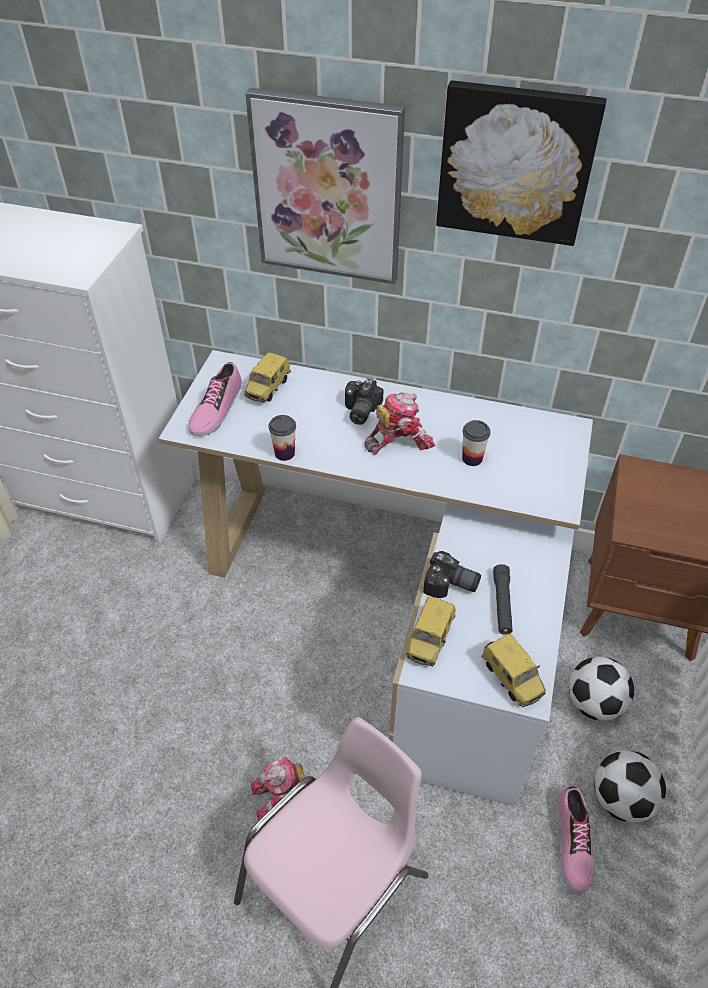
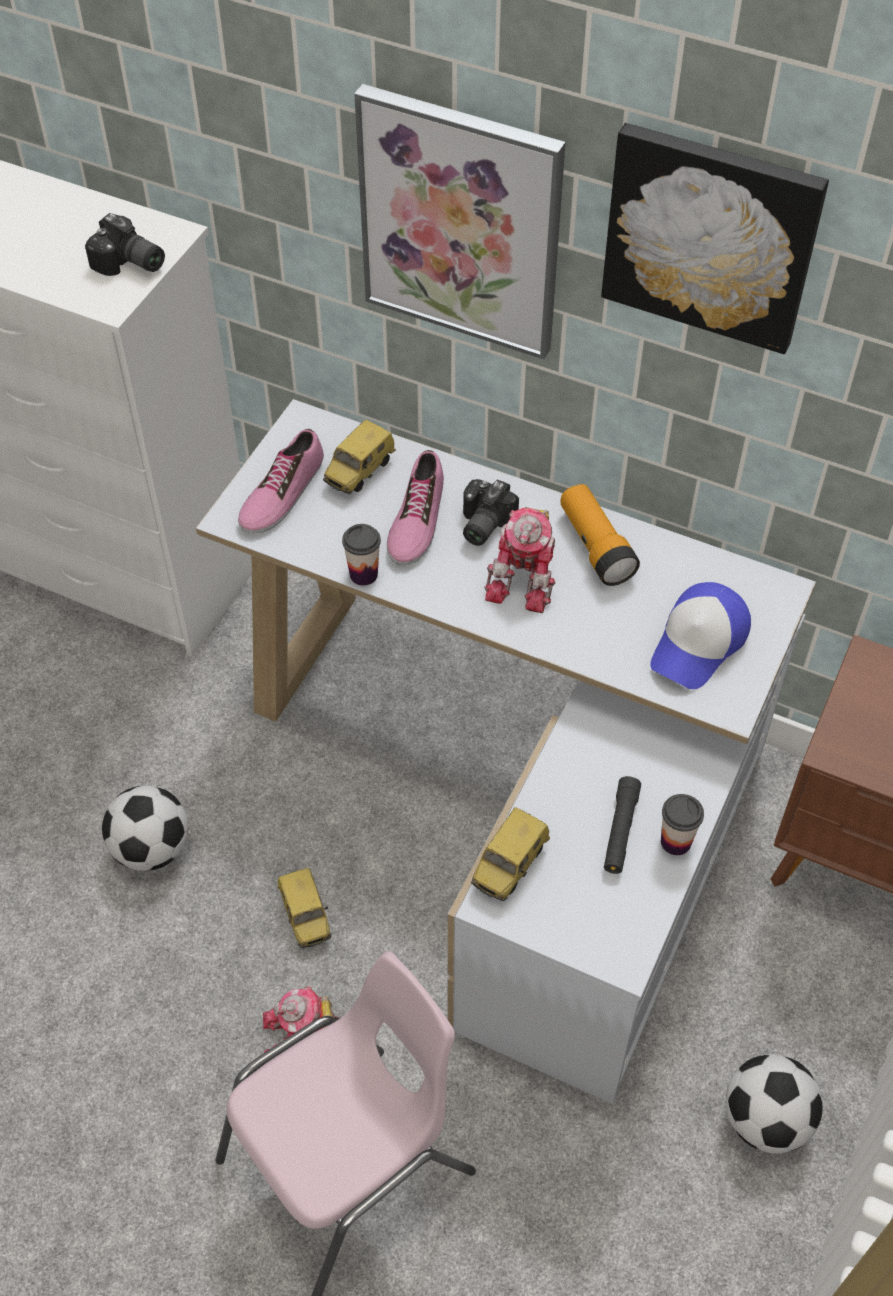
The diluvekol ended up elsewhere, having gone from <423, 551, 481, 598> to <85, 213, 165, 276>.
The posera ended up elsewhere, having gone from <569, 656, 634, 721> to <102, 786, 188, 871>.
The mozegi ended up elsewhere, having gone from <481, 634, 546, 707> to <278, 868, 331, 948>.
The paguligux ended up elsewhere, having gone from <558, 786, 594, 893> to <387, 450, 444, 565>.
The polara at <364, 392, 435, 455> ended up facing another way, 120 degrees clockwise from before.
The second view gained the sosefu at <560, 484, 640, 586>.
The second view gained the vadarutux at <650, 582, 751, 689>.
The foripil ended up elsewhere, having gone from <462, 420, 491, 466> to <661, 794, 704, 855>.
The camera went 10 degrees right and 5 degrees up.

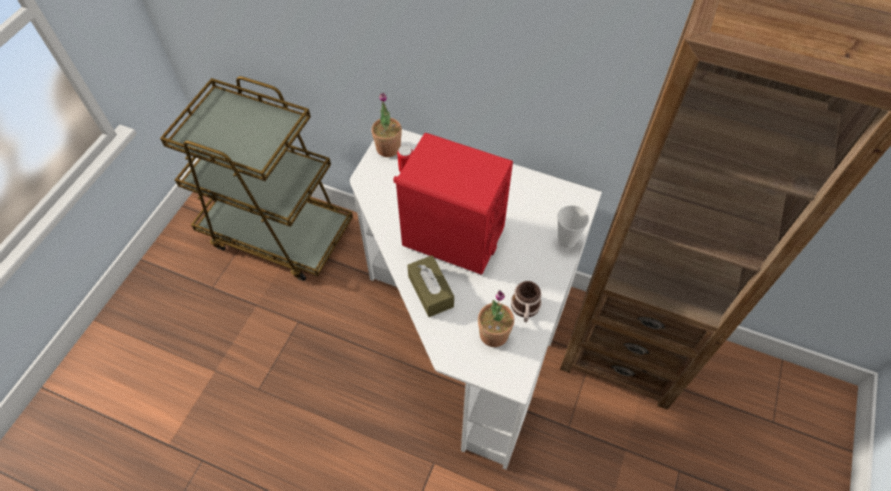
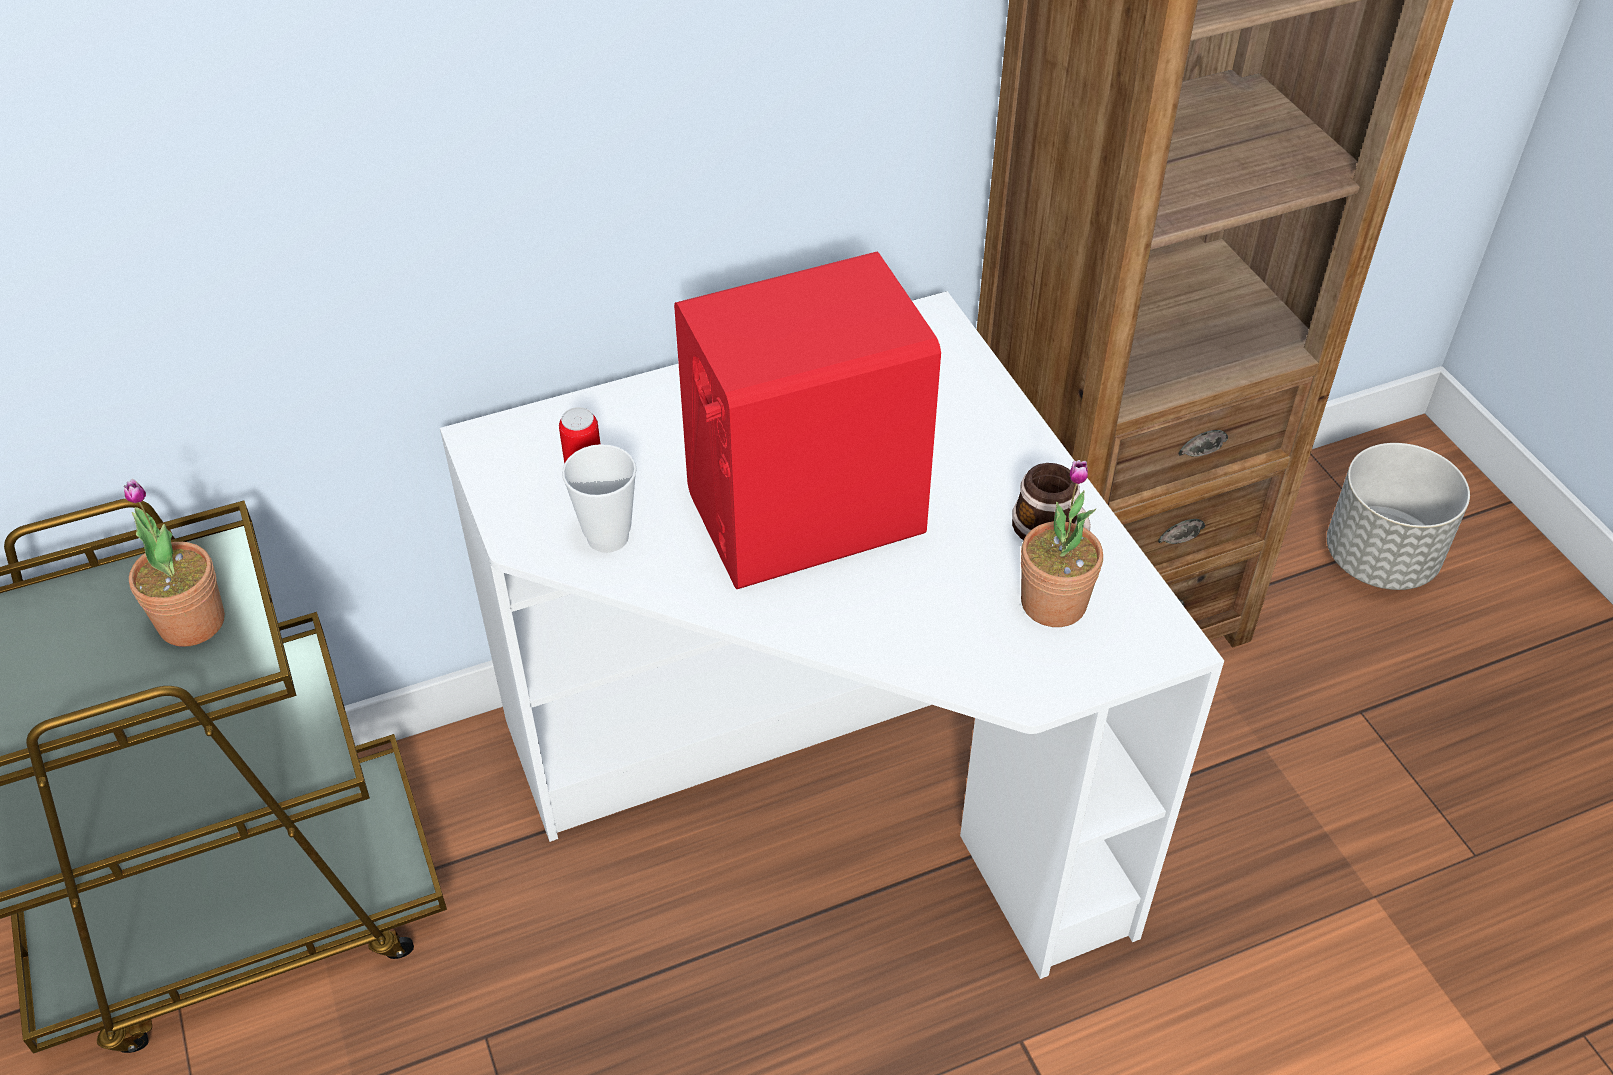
The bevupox ended up elsewhere, having gone from <371, 93, 402, 157> to <124, 479, 225, 646>.
The foripil ended up elsewhere, having gone from <558, 205, 589, 248> to <562, 444, 637, 553>.
The second view gained the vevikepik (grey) at <1327, 443, 1470, 590>.
The second view lost the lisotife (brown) at <407, 255, 454, 317>.
The camera went 45 degrees left and 10 degrees down.

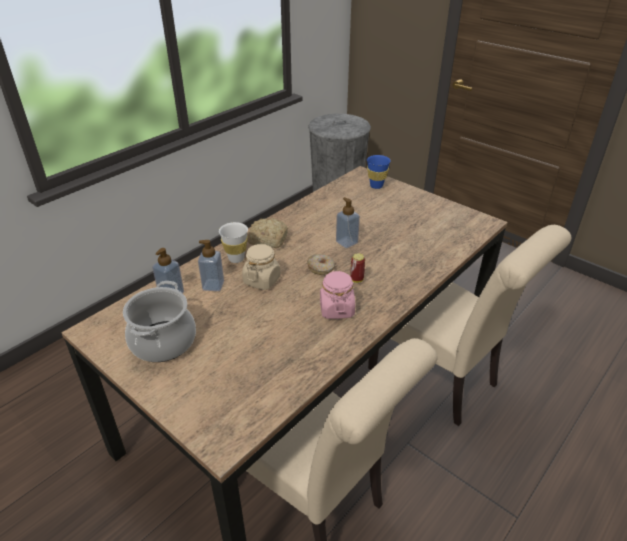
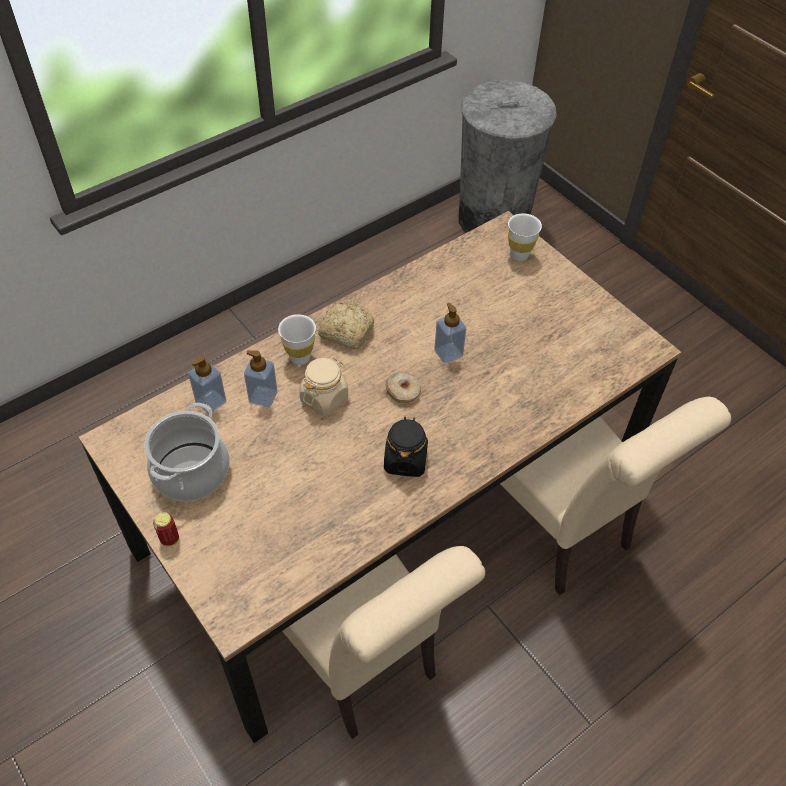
The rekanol ended up elsewhere, having gone from <350, 253, 365, 283> to <153, 512, 179, 546>.
What was the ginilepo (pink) at <320, 271, 355, 319> turned into the ginilepo (black) at <384, 417, 428, 477>.
What was the foripil (blue) at <367, 155, 391, 189> turned into the foripil (white) at <508, 213, 542, 261>.
The camera went 10 degrees right and 15 degrees up.

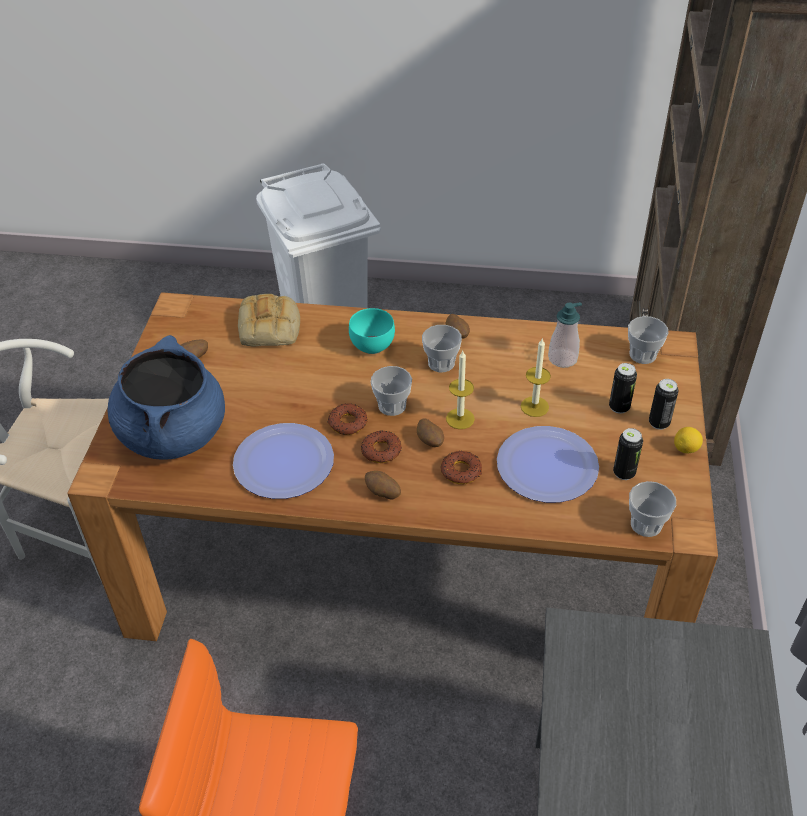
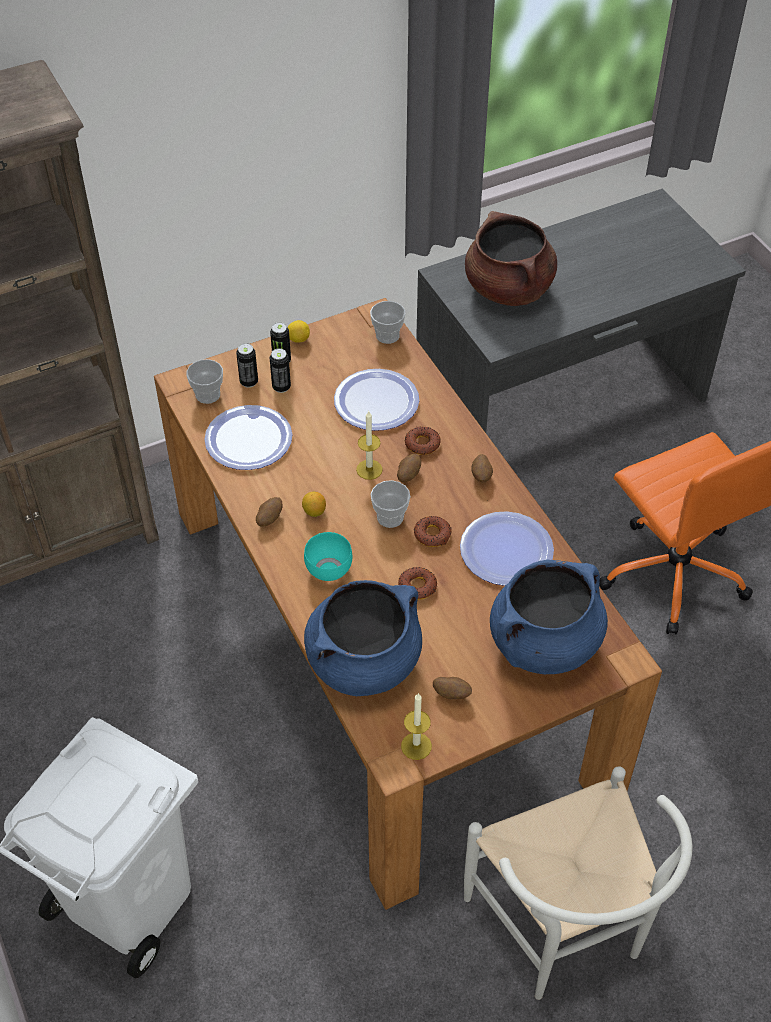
Where the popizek stood at <548, 302, 582, 368>, the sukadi came to stand at <204, 405, 292, 470>.
The rekanol ended up elsewhere, having gone from <613, 428, 643, 480> to <236, 343, 258, 388>.
Where the foripil stood at <422, 325, 462, 372>, the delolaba came to stand at <302, 492, 326, 517>.
Where the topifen stood at <238, 294, 300, 347>, the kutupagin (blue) came to stand at <304, 580, 422, 696>.
The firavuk ended up elsewhere, having gone from <361, 430, 402, 463> to <398, 567, 437, 600>.
The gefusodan ended up elsewhere, having gone from <521, 339, 551, 417> to <401, 693, 432, 760>.
The second view gained the kutupagin (brown) at <465, 211, 557, 306>.
The camera went 125 degrees left and 5 degrees up.

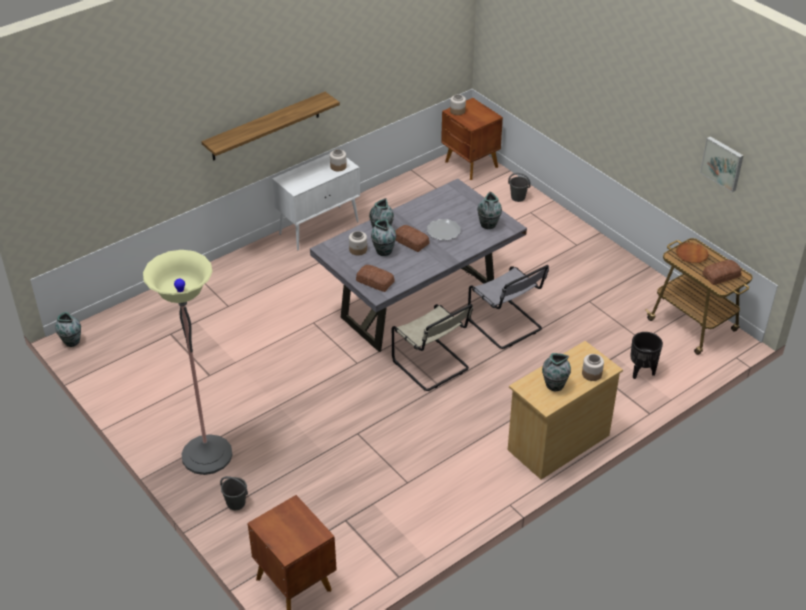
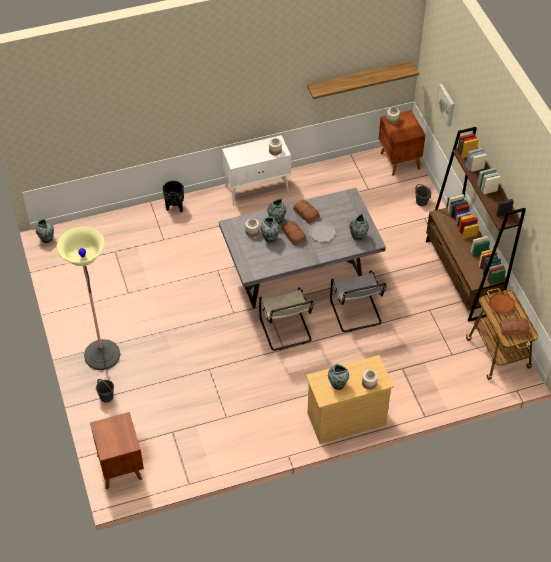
The vevikepik (black) ended up elsewhere, having gone from <630, 332, 663, 379> to <163, 180, 184, 212>.
The topifen ended up elsewhere, having gone from <356, 265, 395, 292> to <293, 200, 320, 224>.
The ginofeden ended up elsewhere, having gone from <201, 92, 340, 161> to <307, 61, 419, 99>.
The second view gained the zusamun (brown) at <426, 127, 526, 322>.
The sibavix ended up elsewhere, having gone from <700, 136, 744, 192> to <436, 84, 455, 127>.
The camera went 20 degrees right and 10 degrees up.

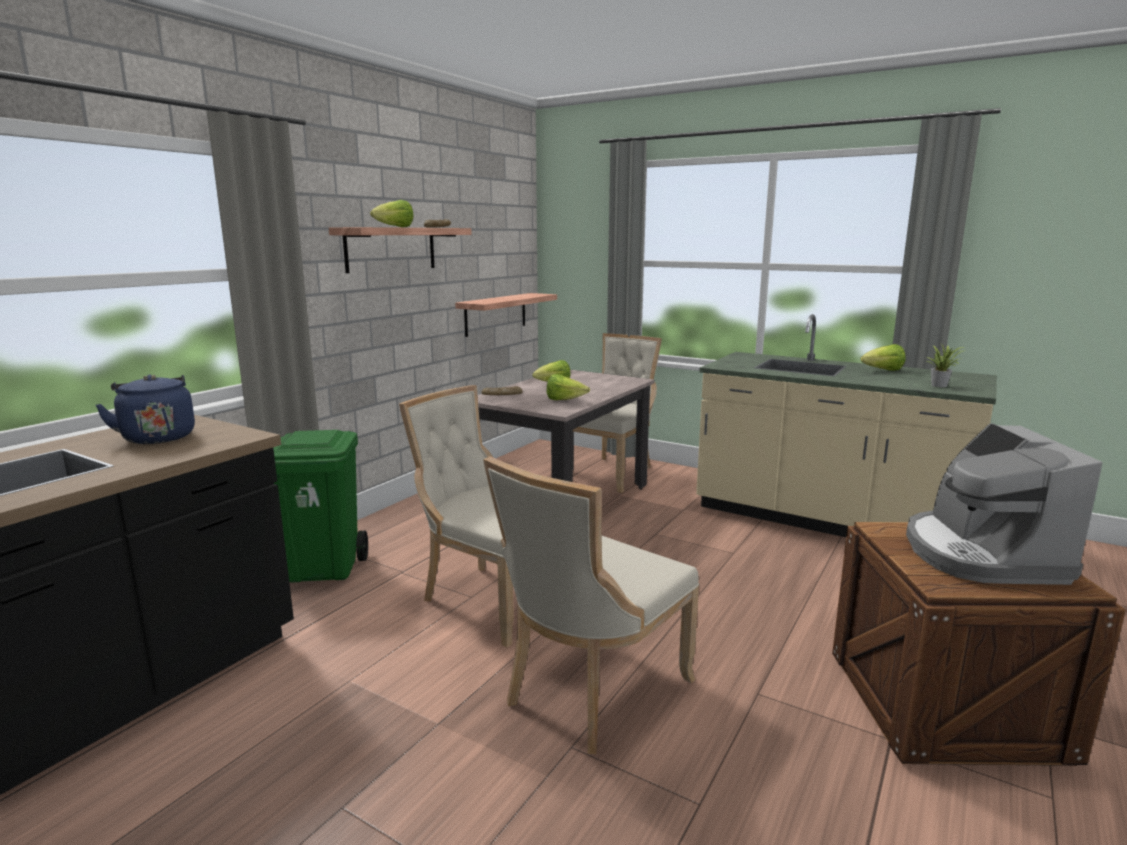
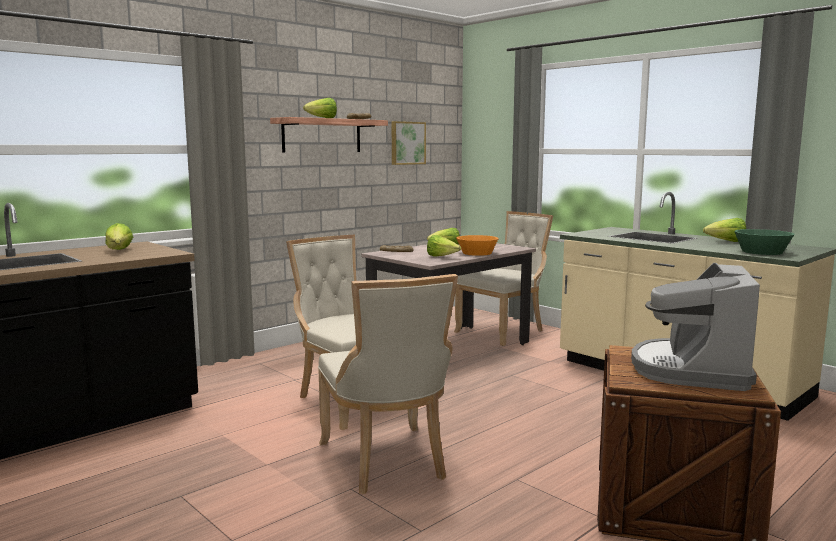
Where the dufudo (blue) stood at <95, 374, 195, 444>, the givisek came to stand at <105, 223, 133, 250>.
The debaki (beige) at <483, 456, 699, 754> ended up facing another way, 75 degrees counterclockwise from before.
The second view gained the sibavix at <392, 121, 426, 165>.
The second view gained the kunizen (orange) at <456, 235, 499, 256>.
Where the bevupox stood at <925, 343, 965, 387>, the kunizen (green) came to stand at <734, 229, 795, 255>.
The second view lost the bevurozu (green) at <273, 430, 368, 583>.
The second view lost the ginofeden at <455, 293, 557, 337>.
The camera went 15 degrees right and 5 degrees down.

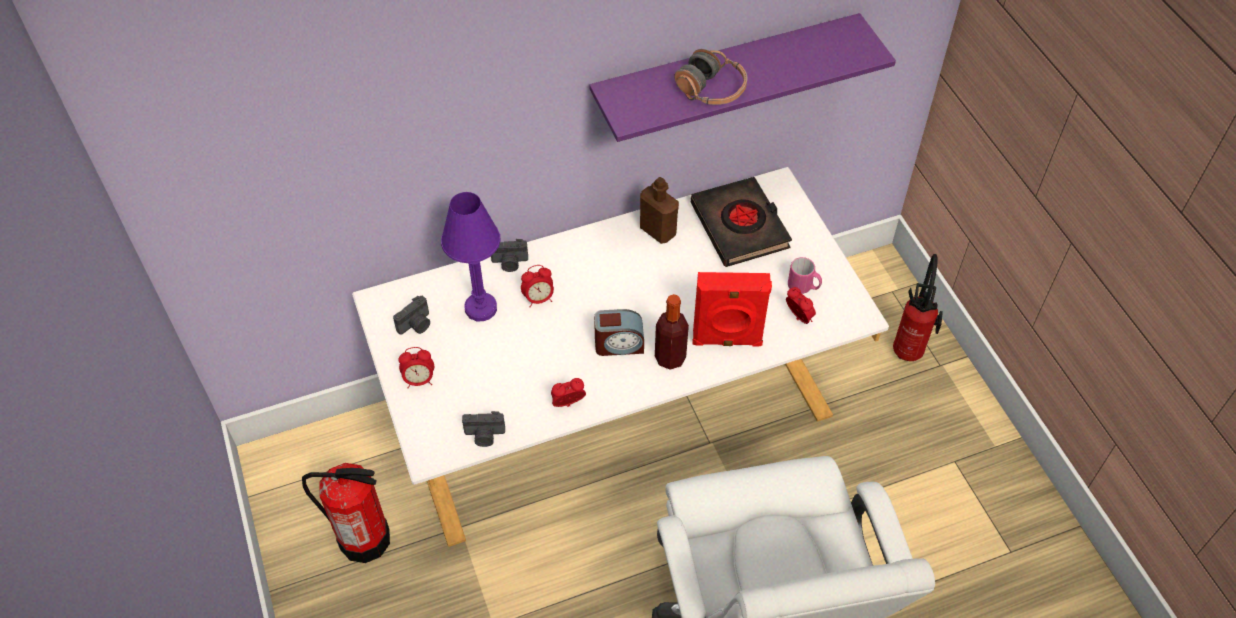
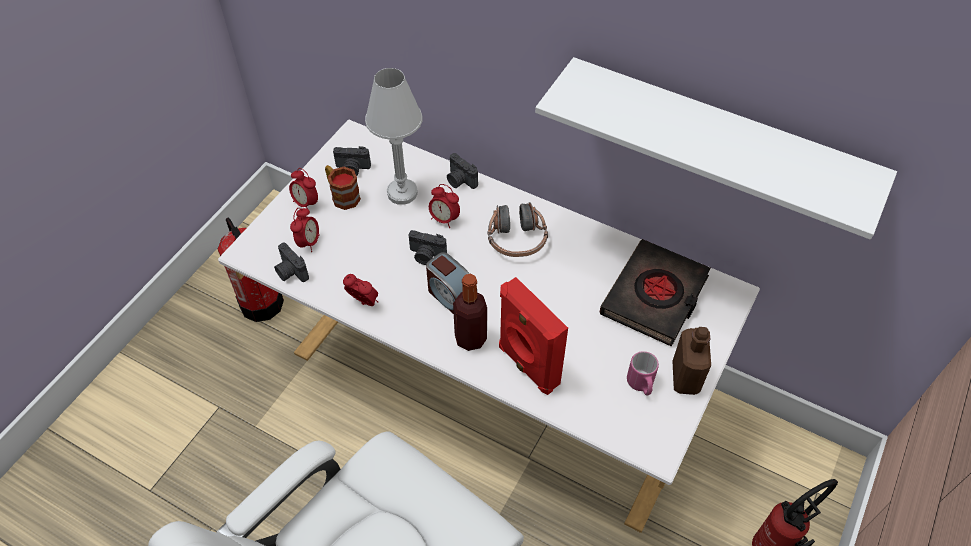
The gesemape ended up elsewhere, having gone from <786, 287, 816, 324> to <290, 208, 320, 252>.
The second view gained the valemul at <325, 165, 361, 210>.
What was the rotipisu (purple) at <441, 192, 501, 321> turned into the rotipisu (white) at <365, 68, 423, 205>.
The second view gained the diluvekol at <409, 230, 447, 265>.
The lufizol ended up elsewhere, having gone from <674, 49, 747, 105> to <487, 202, 548, 257>.
What was the ginofeden (purple) at <589, 13, 896, 142> turned into the ginofeden (white) at <535, 57, 897, 240>.
The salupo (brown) ended up elsewhere, having gone from <640, 177, 679, 244> to <672, 327, 711, 395>.
The camera went 50 degrees right and 0 degrees up.

